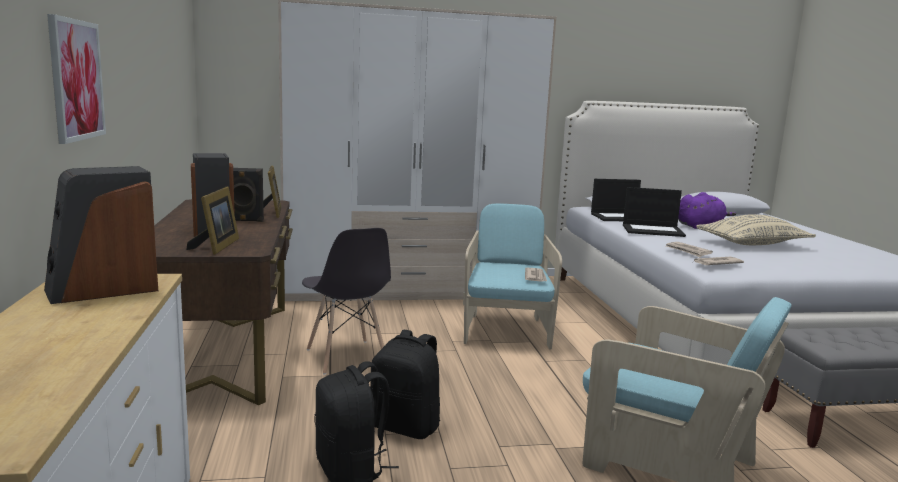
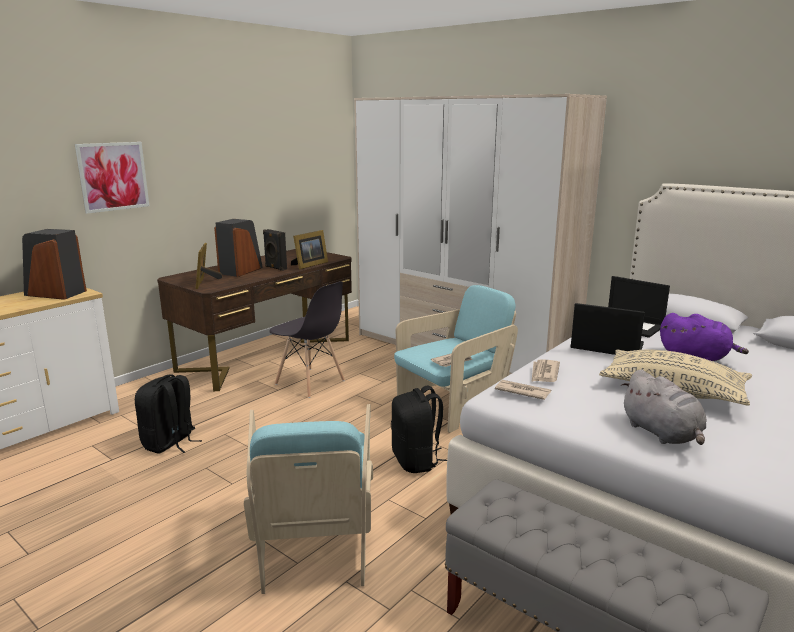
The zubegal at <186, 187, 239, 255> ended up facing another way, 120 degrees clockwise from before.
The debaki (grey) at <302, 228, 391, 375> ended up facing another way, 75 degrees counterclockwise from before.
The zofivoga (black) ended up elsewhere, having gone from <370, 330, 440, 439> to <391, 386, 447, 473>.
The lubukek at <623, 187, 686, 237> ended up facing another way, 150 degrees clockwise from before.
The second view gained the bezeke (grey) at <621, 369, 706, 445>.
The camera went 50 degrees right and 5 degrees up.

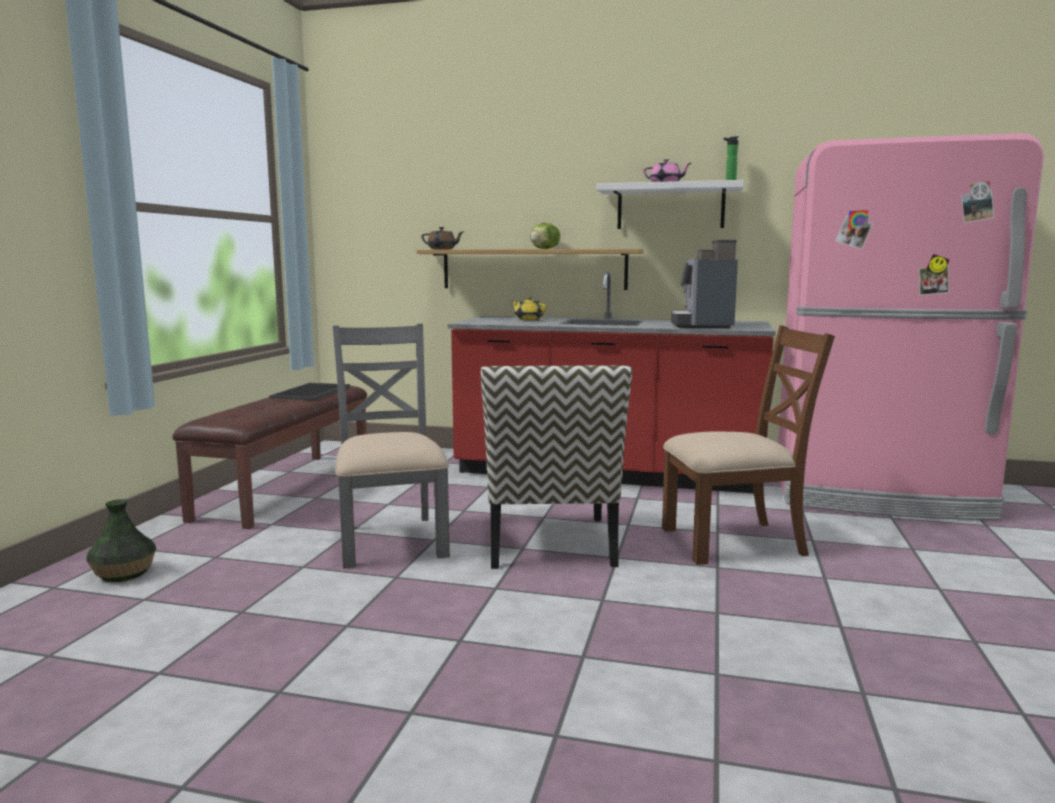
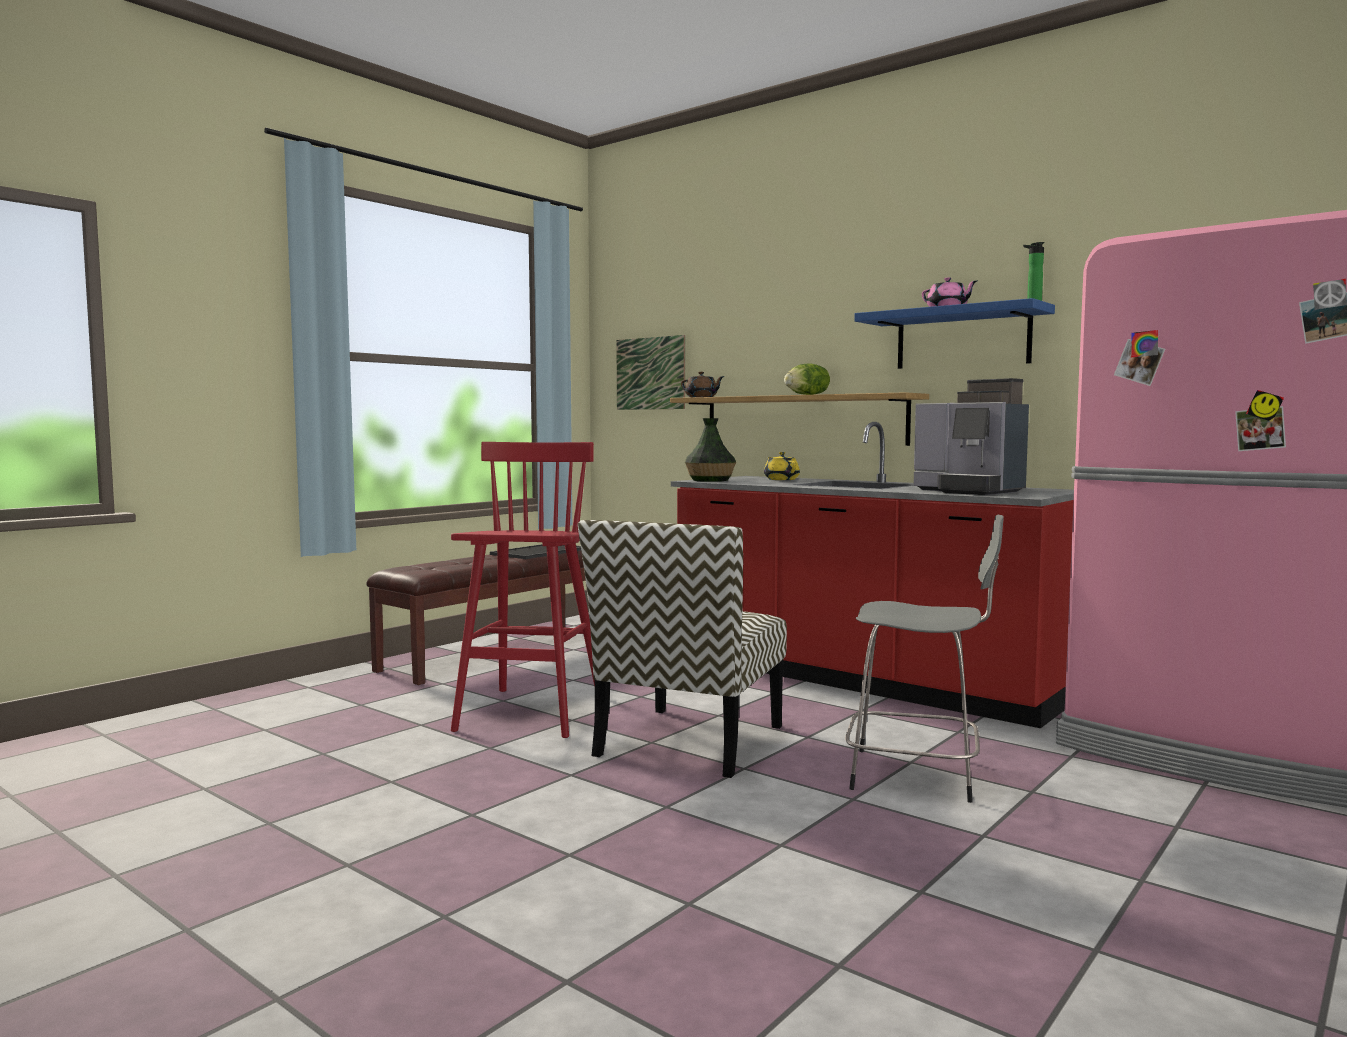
Where the debaki (grey) stood at <333, 324, 450, 569>, the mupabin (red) came to stand at <451, 442, 595, 738>.
The second view gained the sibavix at <616, 335, 685, 410>.
The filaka ended up elsewhere, having gone from <86, 499, 156, 582> to <685, 418, 736, 482>.
Where the debaki (brown) stood at <662, 325, 835, 565>, the mupabin (grey) came to stand at <845, 515, 1004, 803>.
What was the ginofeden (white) at <596, 180, 744, 229> turned into the ginofeden (blue) at <854, 298, 1055, 369>.
The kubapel at <671, 240, 738, 328> ended up facing another way, 75 degrees counterclockwise from before.
The camera went 25 degrees right and 5 degrees down.

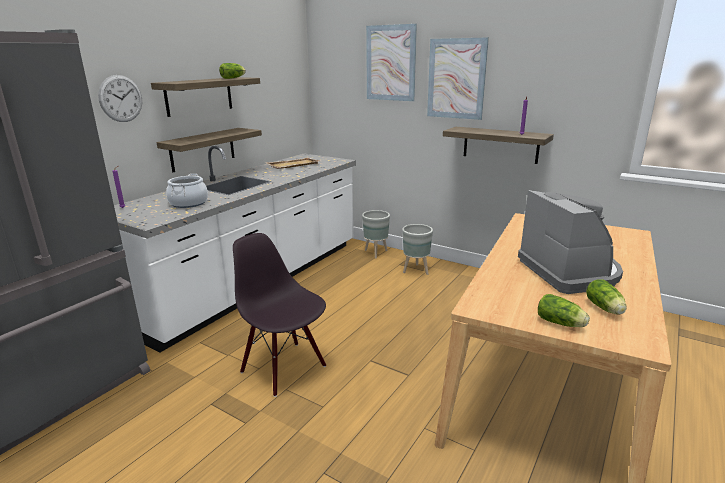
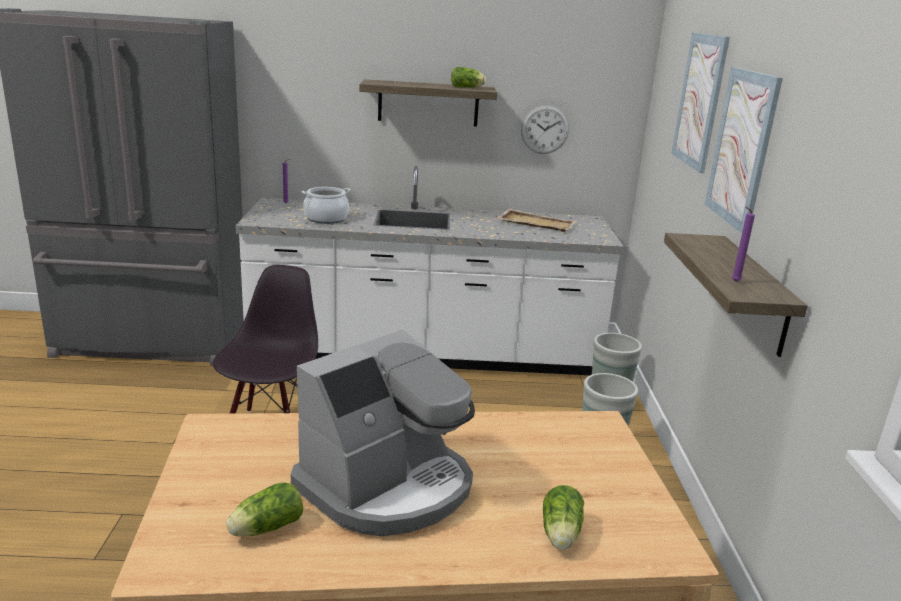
The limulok ended up elsewhere, having gone from <98, 75, 142, 122> to <521, 105, 569, 154>.
The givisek ended up elsewhere, having gone from <538, 294, 590, 327> to <543, 485, 584, 549>.
The second view lost the ginofeden at <156, 128, 262, 172>.
The camera went 55 degrees right and 0 degrees up.

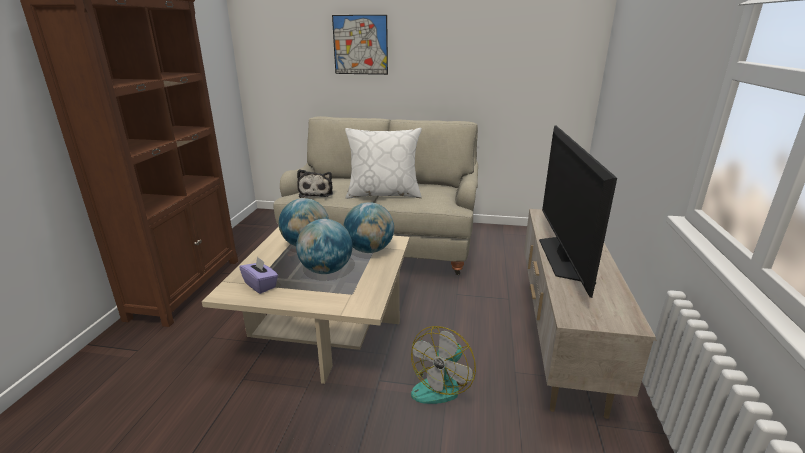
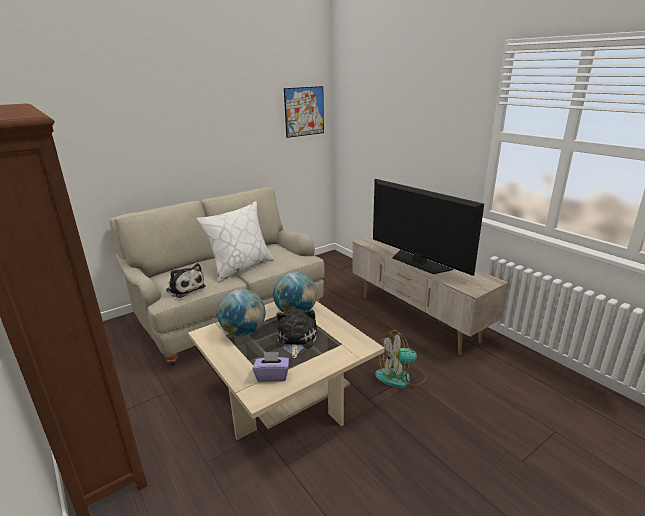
Where the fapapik stood at <296, 219, 353, 274>, the bezeke came to stand at <276, 308, 317, 358>.
The sibavix ended up elsewhere, having gone from <332, 15, 388, 75> to <284, 86, 324, 138>.
The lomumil at <411, 326, 476, 404> ended up facing another way, 90 degrees clockwise from before.
The camera went 45 degrees left and 0 degrees up.

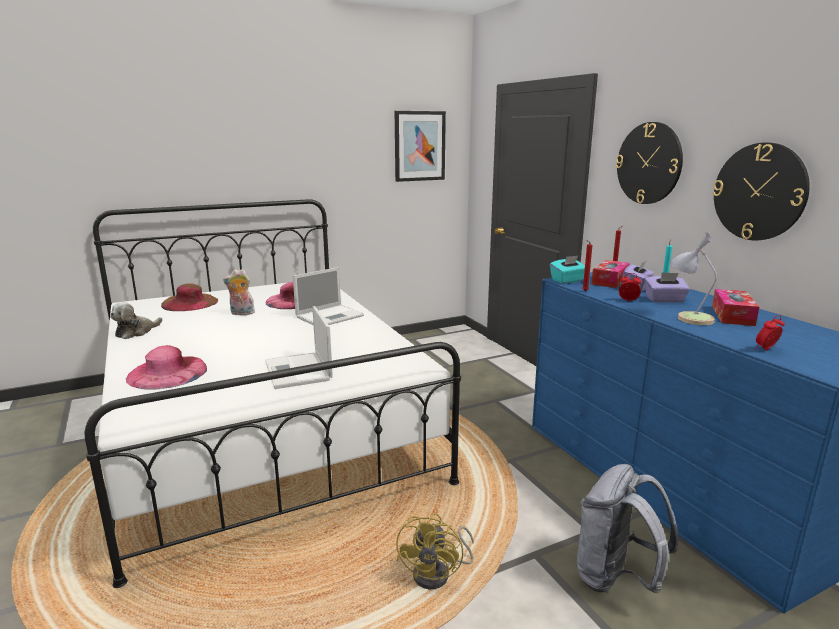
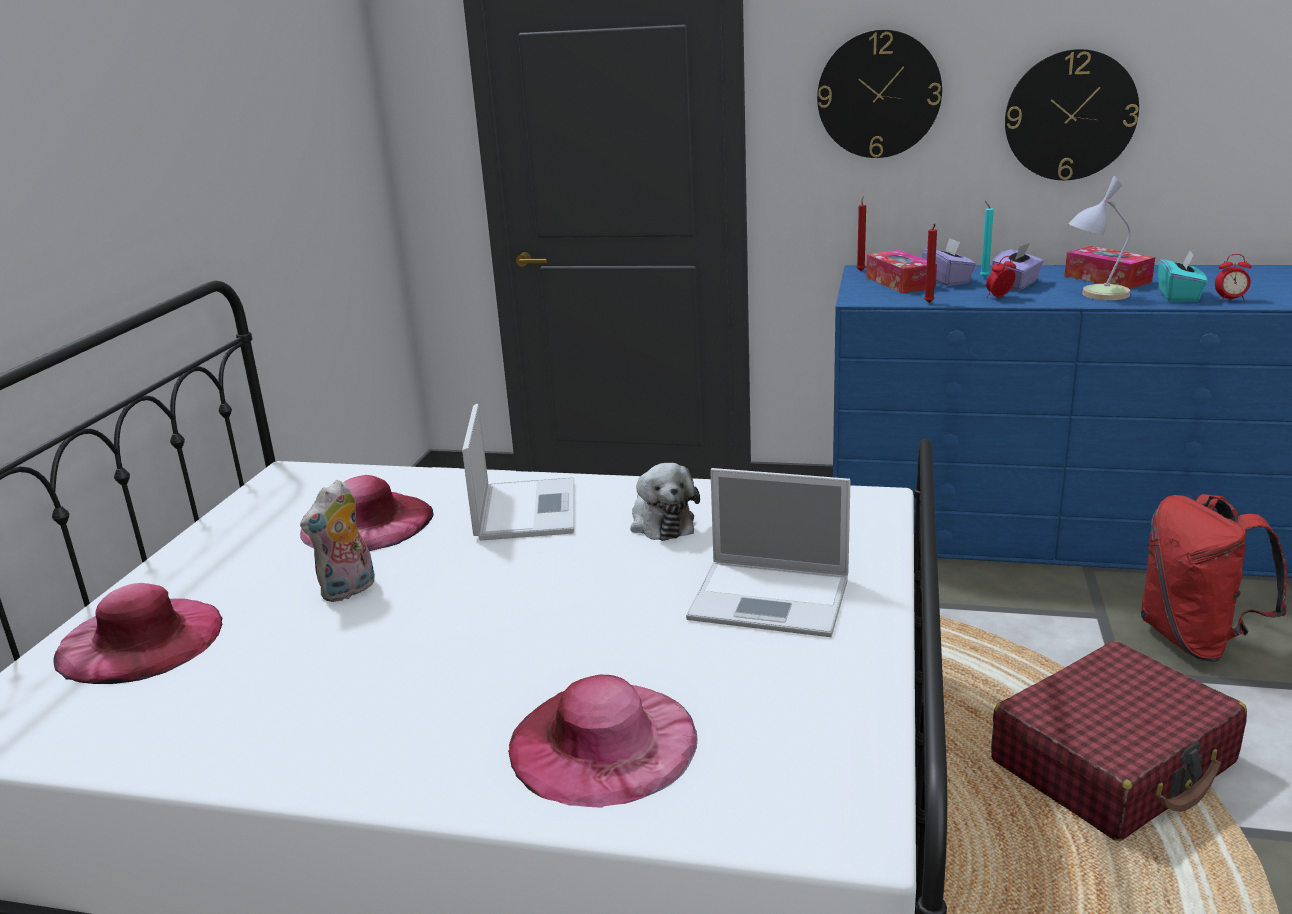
What was the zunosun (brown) at <161, 283, 218, 311> turned into the zunosun (pink) at <53, 583, 222, 684>.
The bezeke ended up elsewhere, having gone from <110, 302, 162, 339> to <630, 463, 700, 541>.
Where the lomumil (yellow) stood at <396, 513, 474, 589>, the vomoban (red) came to stand at <991, 641, 1247, 841>.
What was the zofivoga (grey) at <577, 464, 678, 593> turned into the zofivoga (red) at <1141, 494, 1287, 662>.
The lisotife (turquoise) ended up elsewhere, having gone from <550, 255, 585, 284> to <1158, 251, 1208, 302>.
The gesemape at <755, 315, 785, 351> ended up facing another way, 90 degrees counterclockwise from before.
The second view lost the sibavix at <395, 111, 446, 182>.
The camera went 50 degrees left and 5 degrees up.

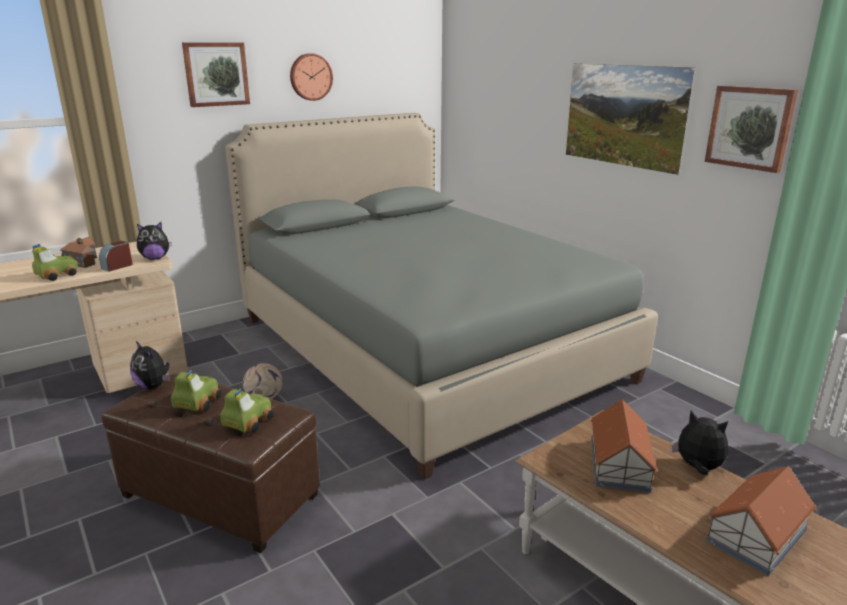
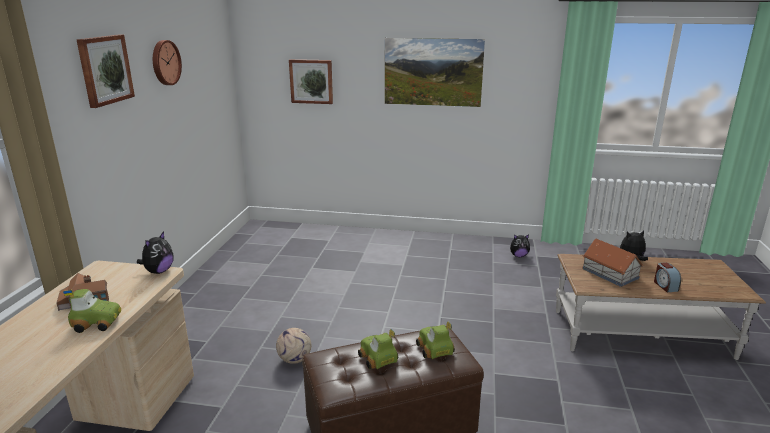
The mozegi at <32, 244, 78, 281> ended up facing another way, 90 degrees clockwise from before.
The sibavix ended up elsewhere, having gone from <705, 86, 798, 173> to <289, 59, 333, 104>.
The bezeke ended up elsewhere, having gone from <130, 341, 170, 390> to <510, 234, 530, 257>.
The gesemape ended up elsewhere, having gone from <99, 241, 133, 272> to <654, 262, 681, 292>.
The second view lost the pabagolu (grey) at <225, 113, 658, 479>.
The second view lost the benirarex at <706, 466, 816, 576>.
The camera went 45 degrees left and 0 degrees up.

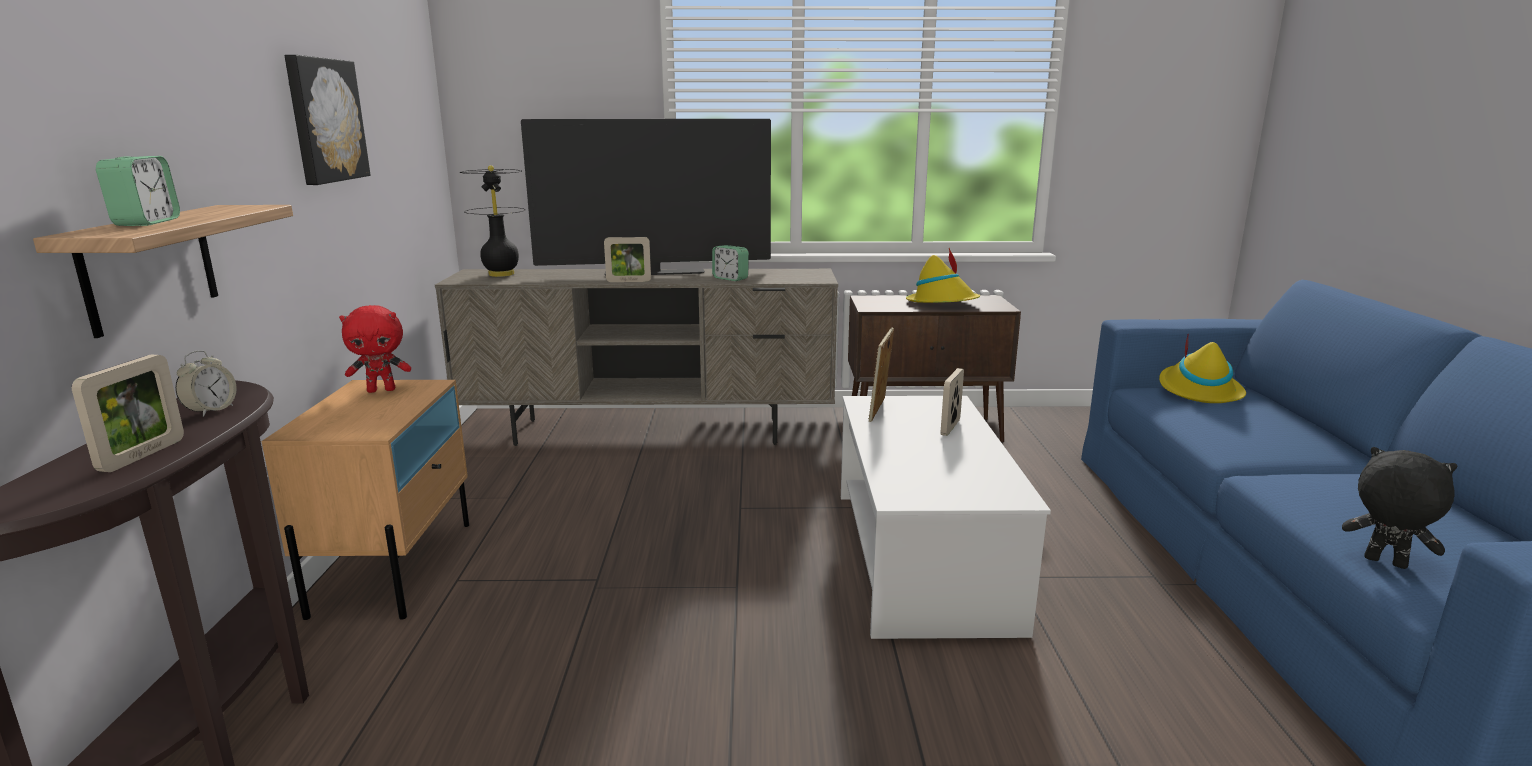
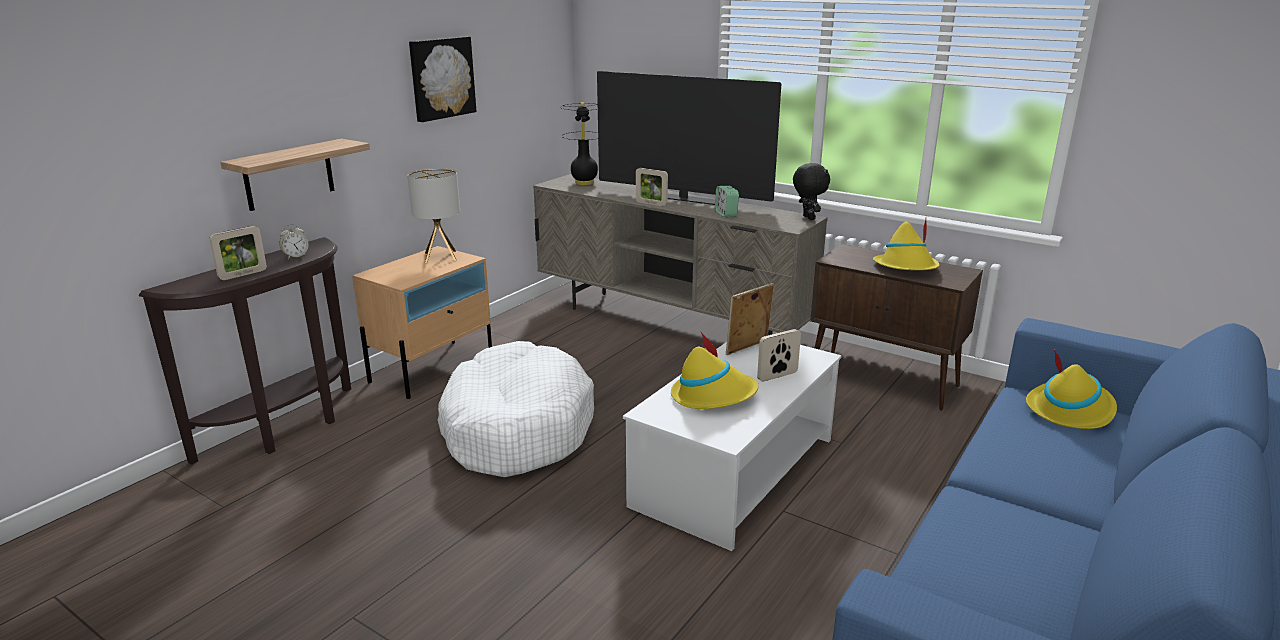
Where the bezeke (red) stood at <339, 305, 411, 393>, the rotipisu came to stand at <407, 168, 460, 263>.
The second view gained the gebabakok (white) at <438, 341, 594, 477>.
The second view gained the zunosun (yellow) at <671, 332, 759, 409>.
The bezeke (black) ended up elsewhere, having gone from <1342, 447, 1458, 569> to <793, 163, 830, 220>.
The second view lost the gesemape at <96, 156, 180, 226>.
The camera went 35 degrees right and 5 degrees up.

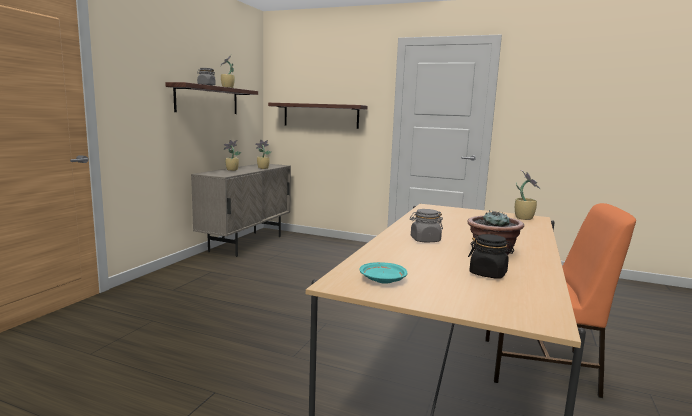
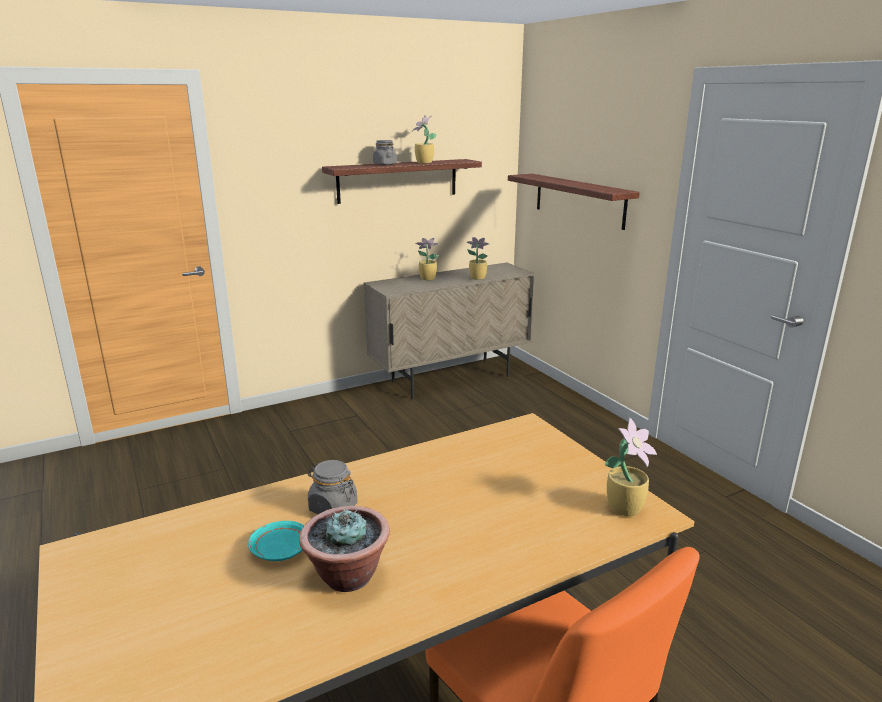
The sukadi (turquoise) ended up elsewhere, having gone from <359, 262, 407, 284> to <248, 521, 304, 561>.
The second view lost the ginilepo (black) at <468, 234, 514, 279>.
The camera went 40 degrees right and 10 degrees up.

